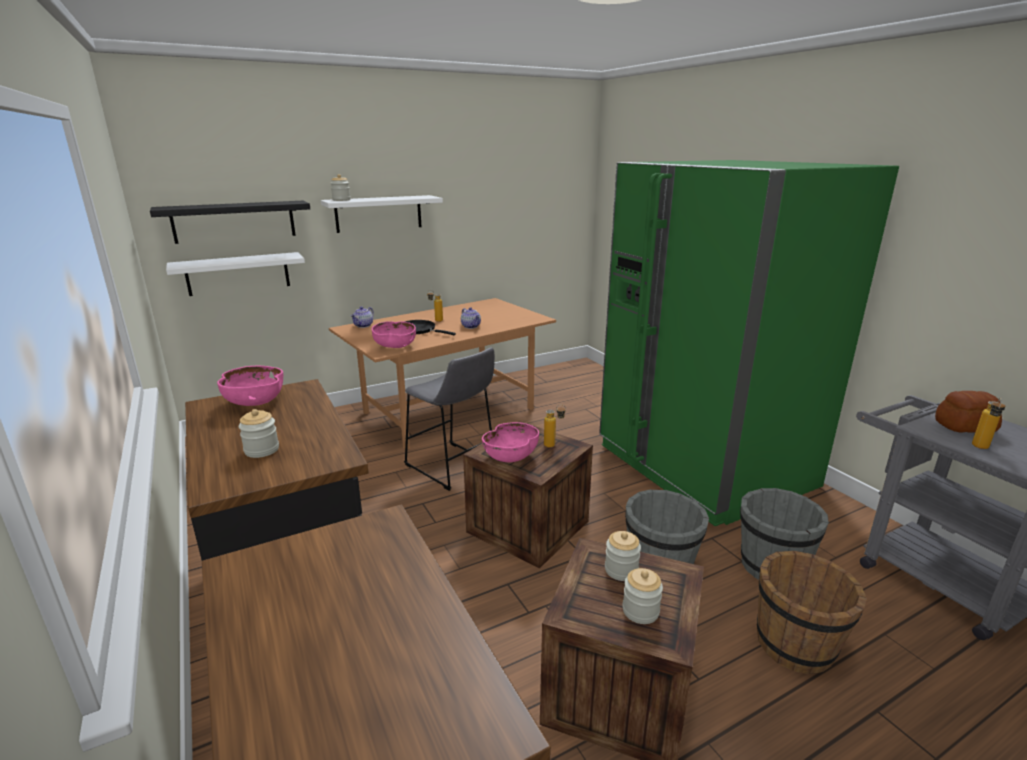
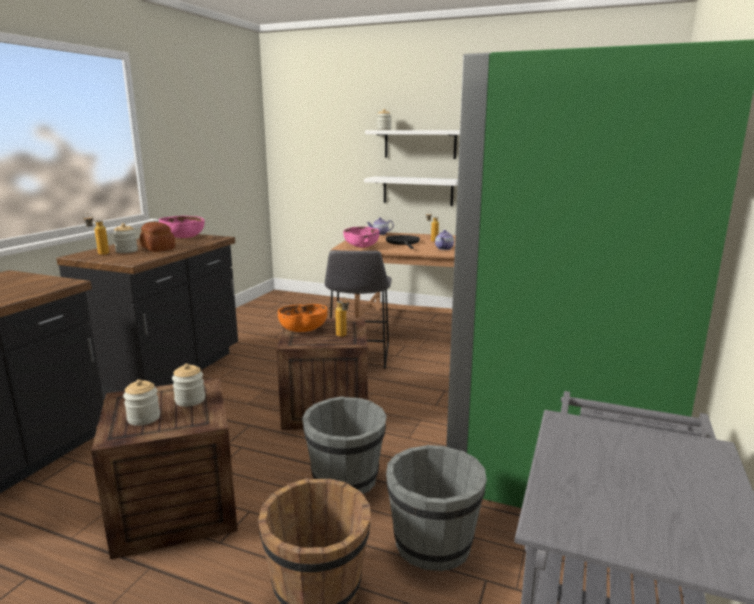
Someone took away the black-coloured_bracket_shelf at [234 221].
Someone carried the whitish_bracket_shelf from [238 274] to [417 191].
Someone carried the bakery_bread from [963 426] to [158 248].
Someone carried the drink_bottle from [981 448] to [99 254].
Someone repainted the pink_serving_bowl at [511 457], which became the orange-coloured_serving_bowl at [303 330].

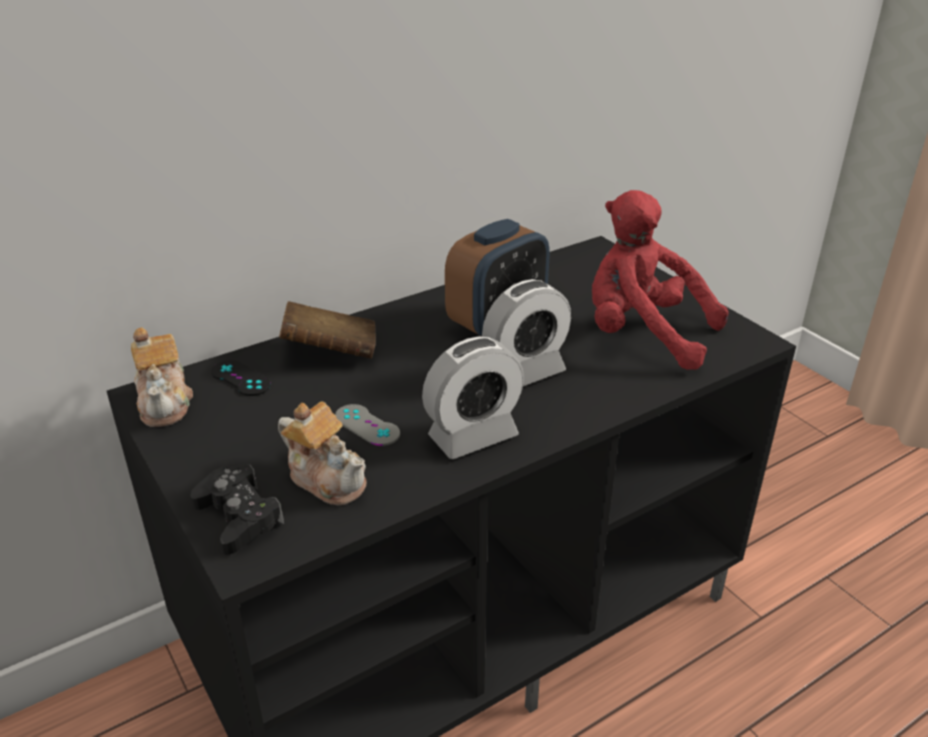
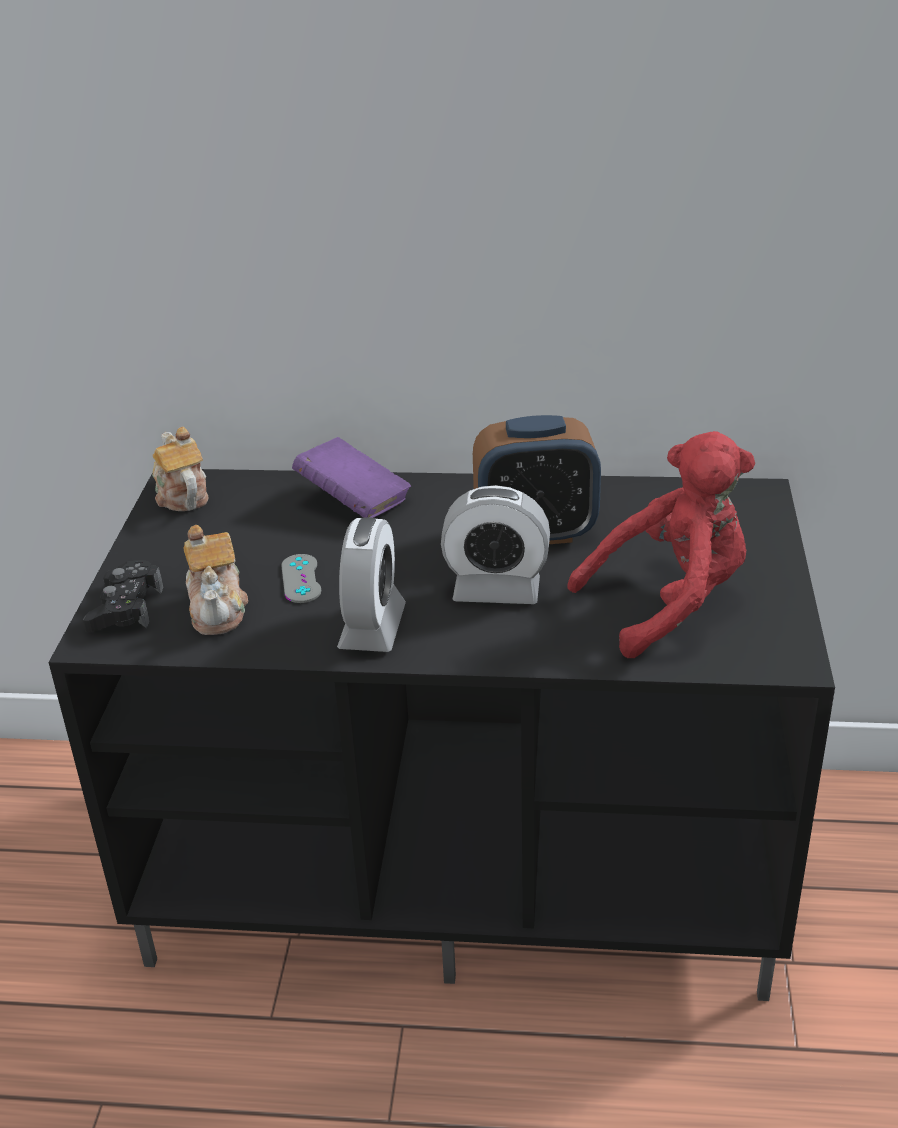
Someone took away the black-coloured_game_controller at [240 378].
Someone repainted the brown_volume at [330 352], which became the purplish_volume at [354 502].
Someone rotated the tea_pot at [165 403] by 135 degrees clockwise.
Someone rotated the alarm_clock at [473 436] by 90 degrees counterclockwise.
Someone rotated the red_cuddly_toy at [642 335] by 90 degrees clockwise.

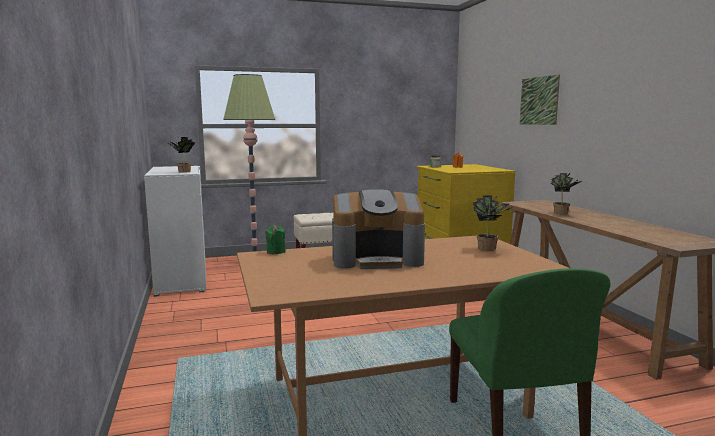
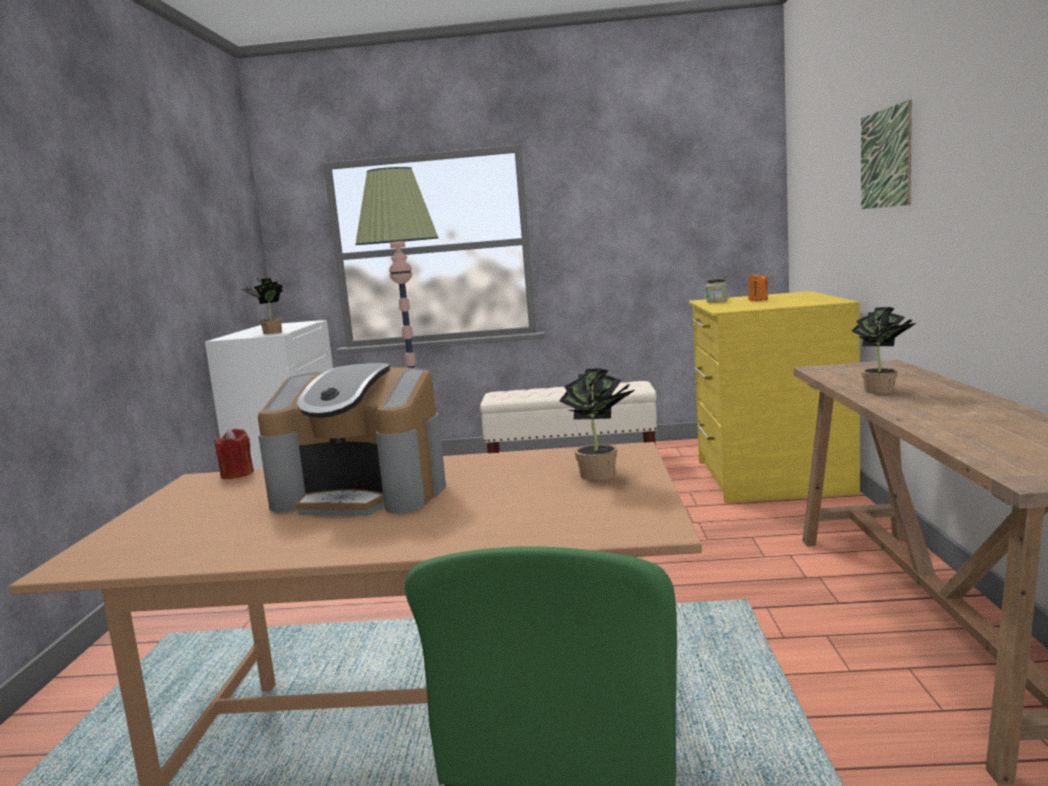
Someone repainted the greenish_wax_light at [276 252], which became the red_wax_light at [237 474].

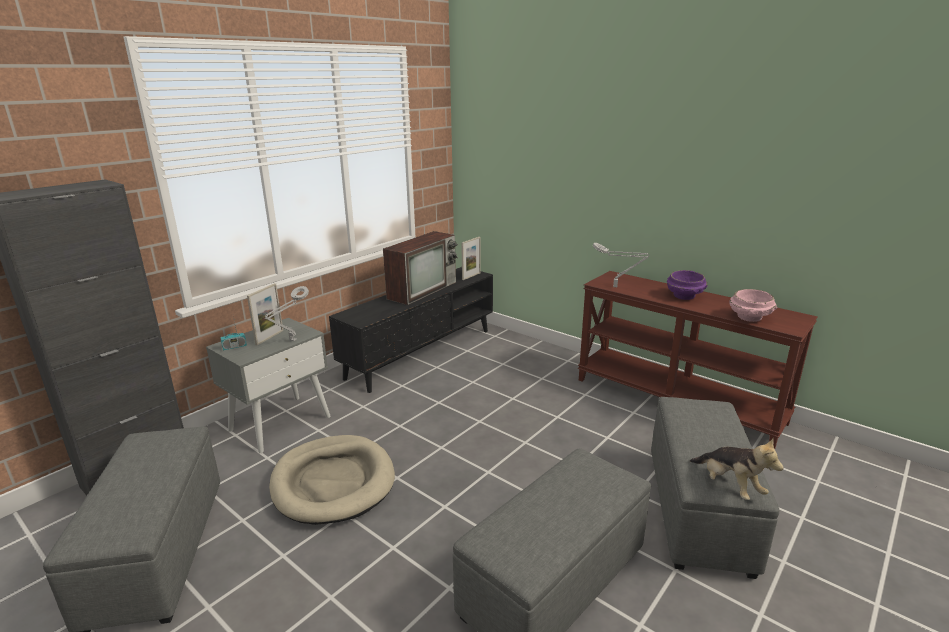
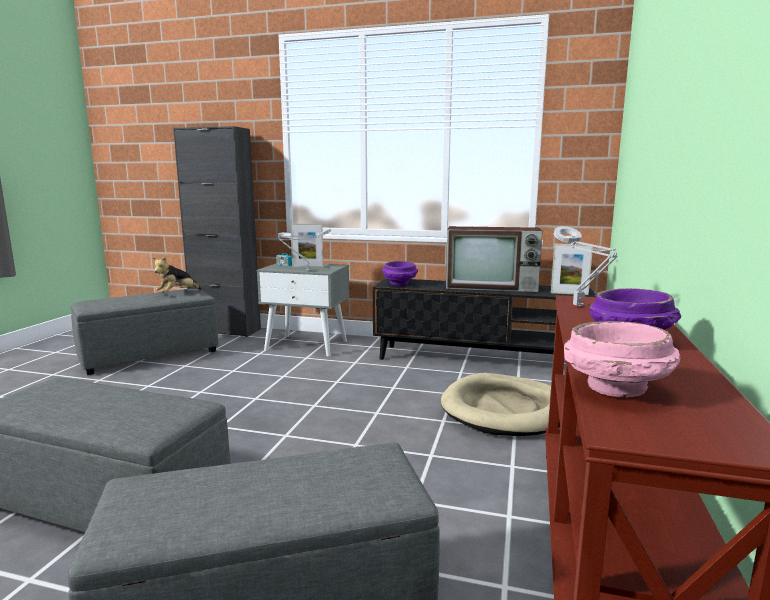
Someone put down the purplish_serving_bowl at [400 284].
Someone carried the beige-coloured_dog_bed from [333 482] to [505 410].
Someone carried the cuddly_toy from [729 486] to [177 294].

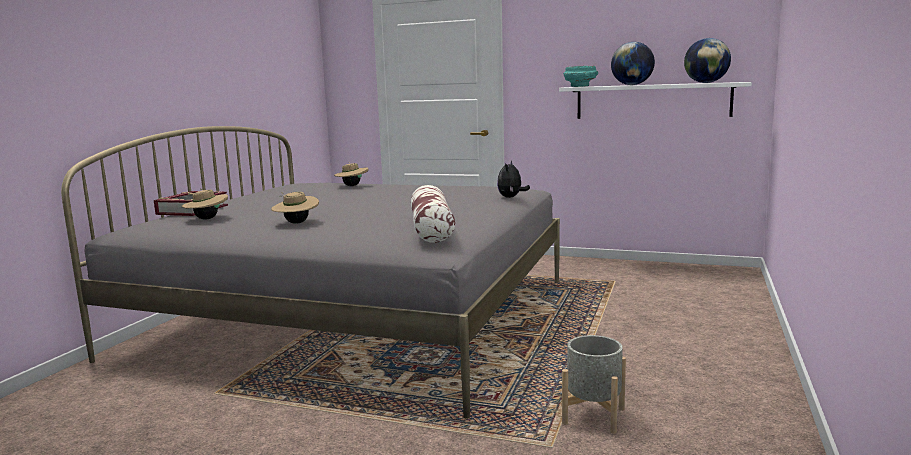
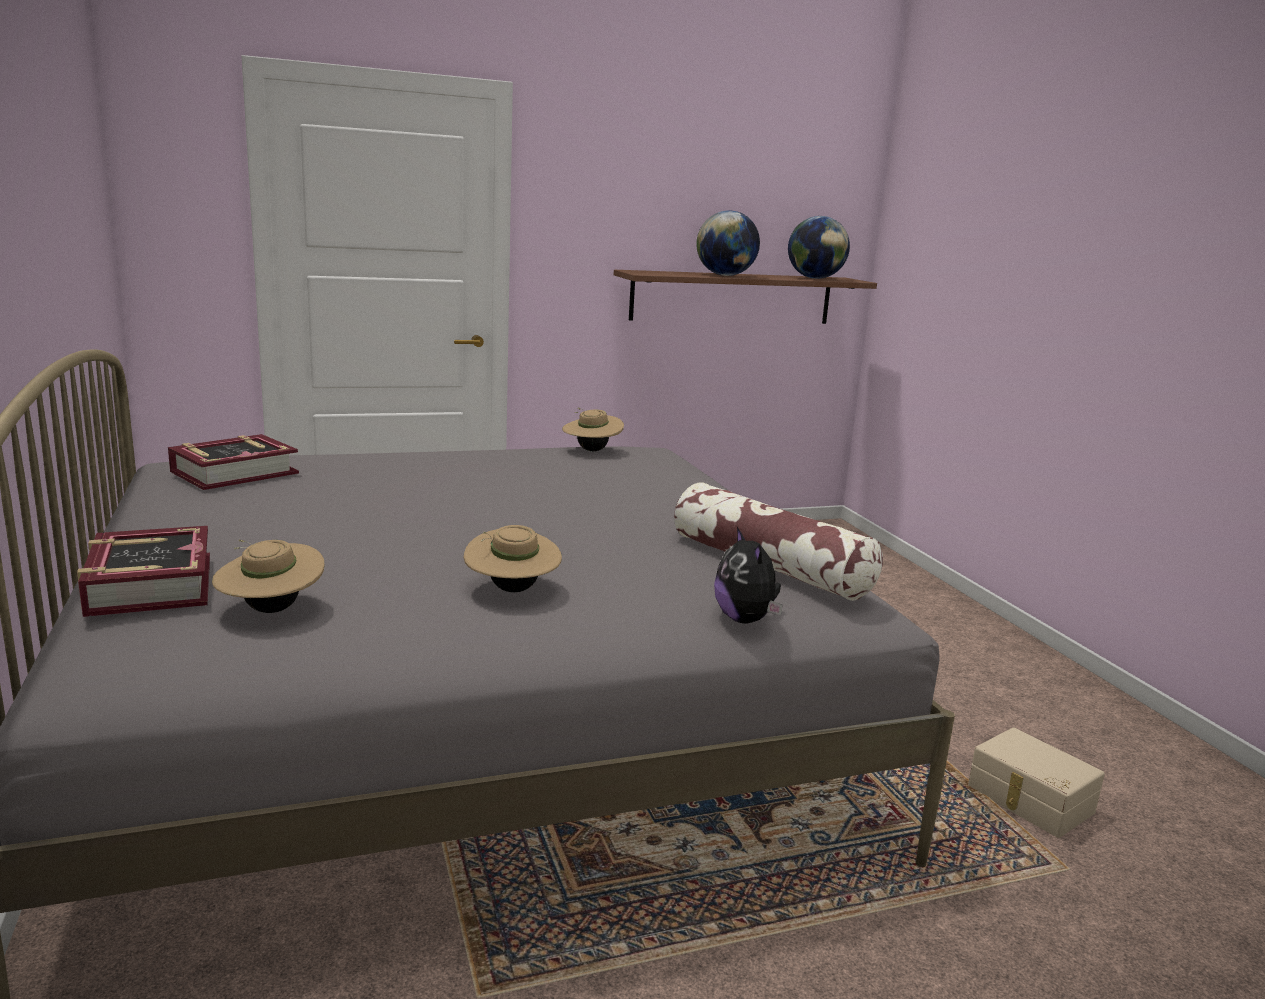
Someone took away the turquoise-coloured_serving_bowl at [580 86].
Someone put down the volume at [234 473].
Someone carried the beige-coloured_hat from [352 186] to [591 450].
Someone carried the cuddly_toy from [511 197] to [746 619].
Someone swapped the gray_planter at [593 416] for the beige-coloured_storage_box at [1029 800].
Someone repainted the whitish_bracket_shelf at [652 101], which became the brown_bracket_shelf at [732 297].

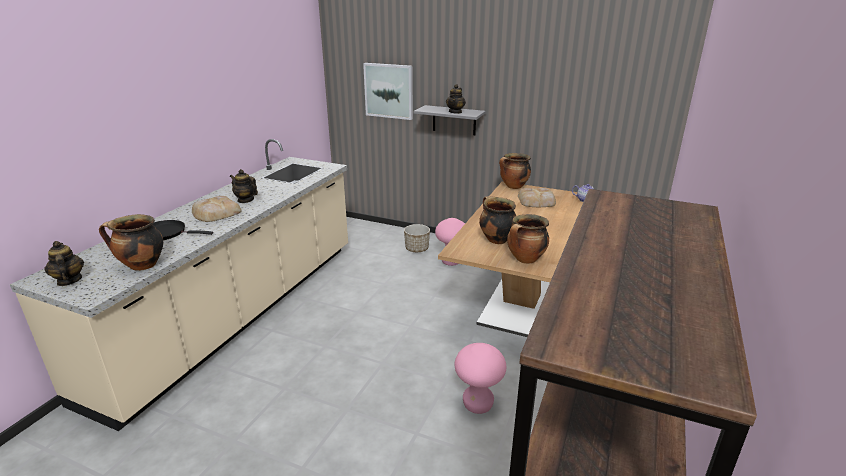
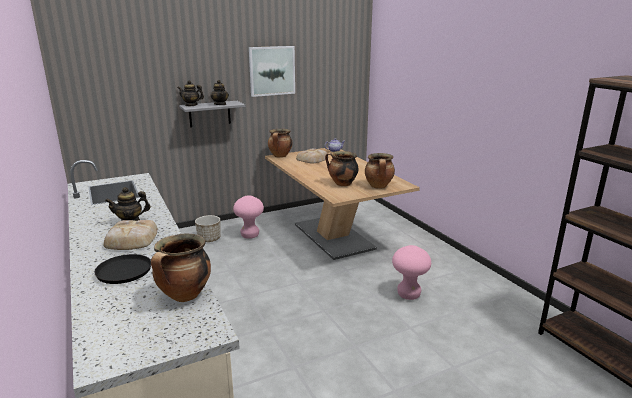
Someone carried the tea_pot from [69 280] to [191 105].
Someone carried the wall_picture from [389 91] to [272 71].

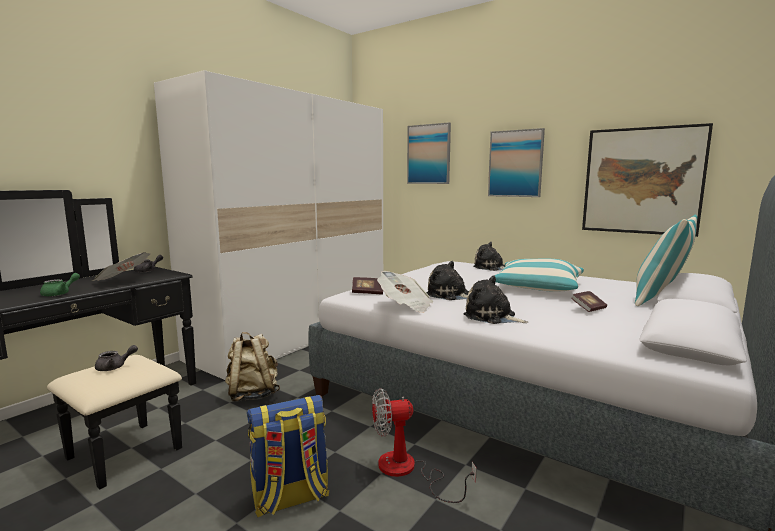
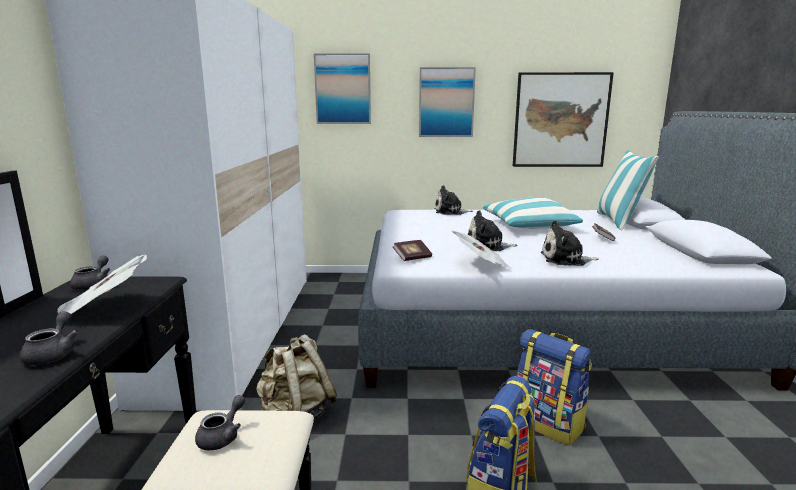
Someone swapped the cooling_fan at [407 471] for the rucksack at [548 423].
Someone repainted the greenish_tea_pot at [60 293], which became the gray_tea_pot at [53 354].

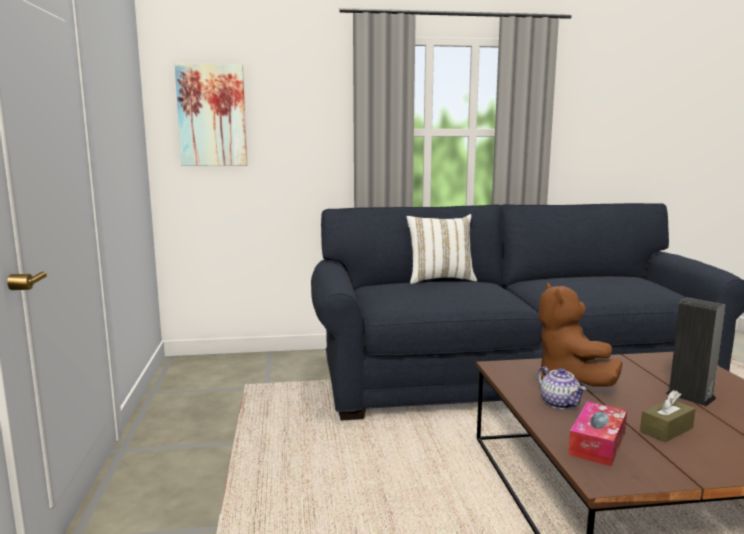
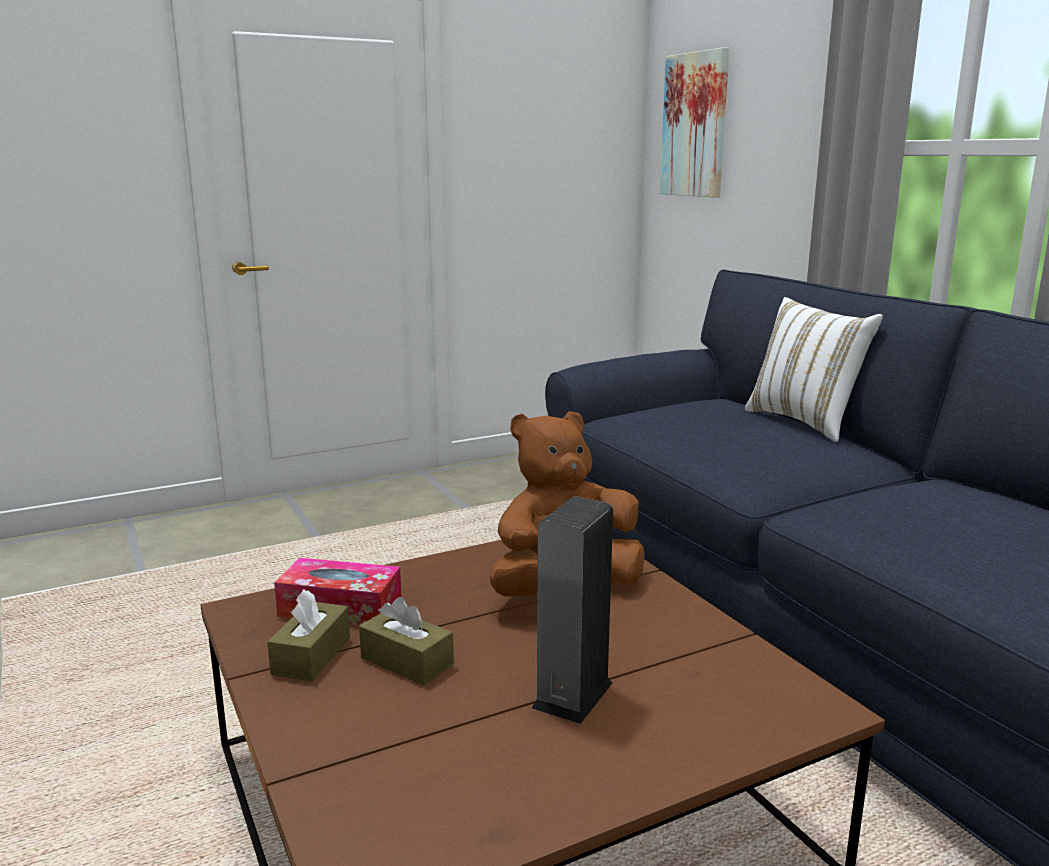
Someone took away the tea_pot at [560 403].
Someone put down the brown_tissue_holder at [311 655].

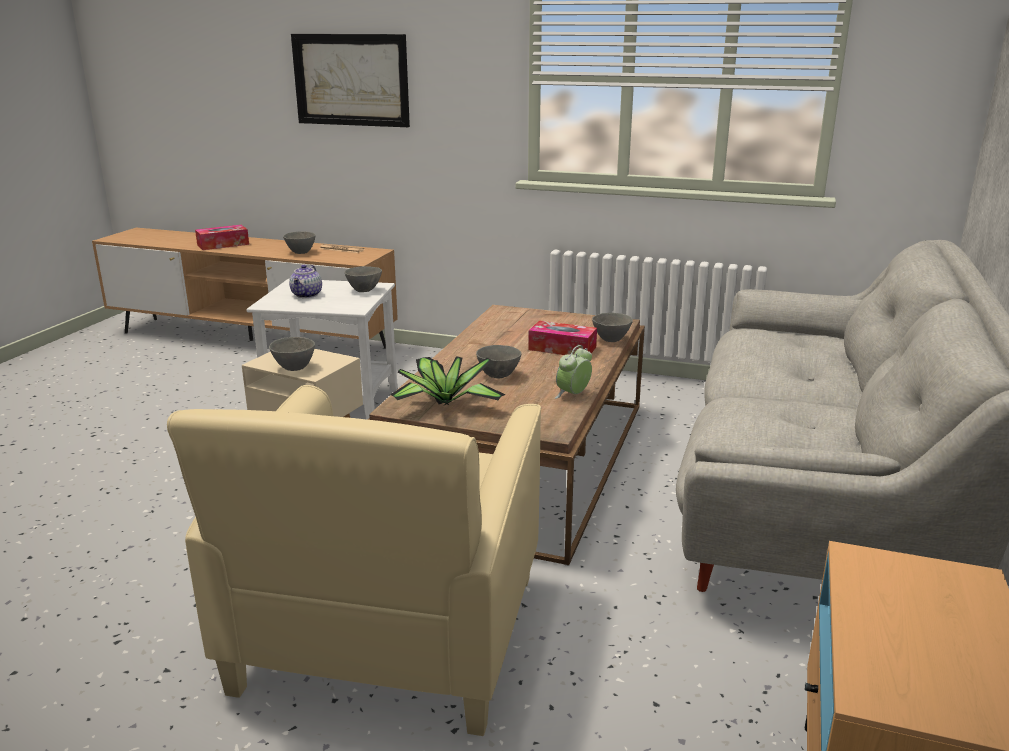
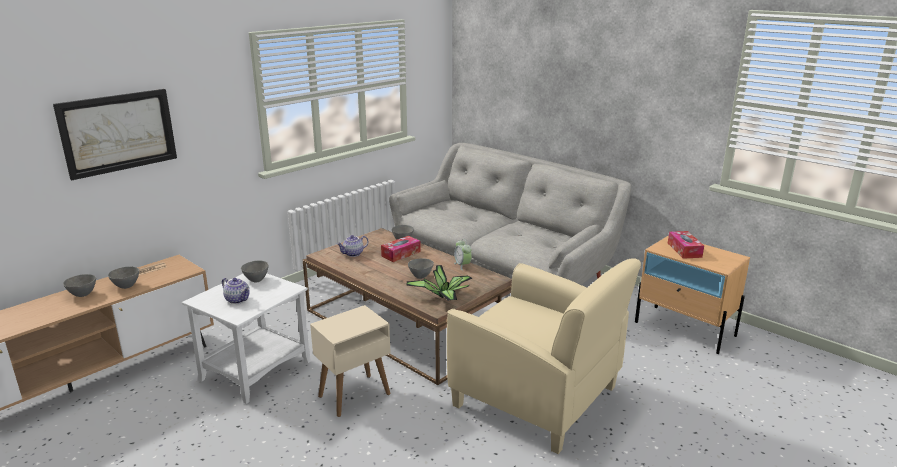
Someone put down the tea_pot at [353 254].
Someone carried the tissue_holder from [223 244] to [684 250].
Someone carried the gray_serving_bowl from [293 368] to [82 295].

